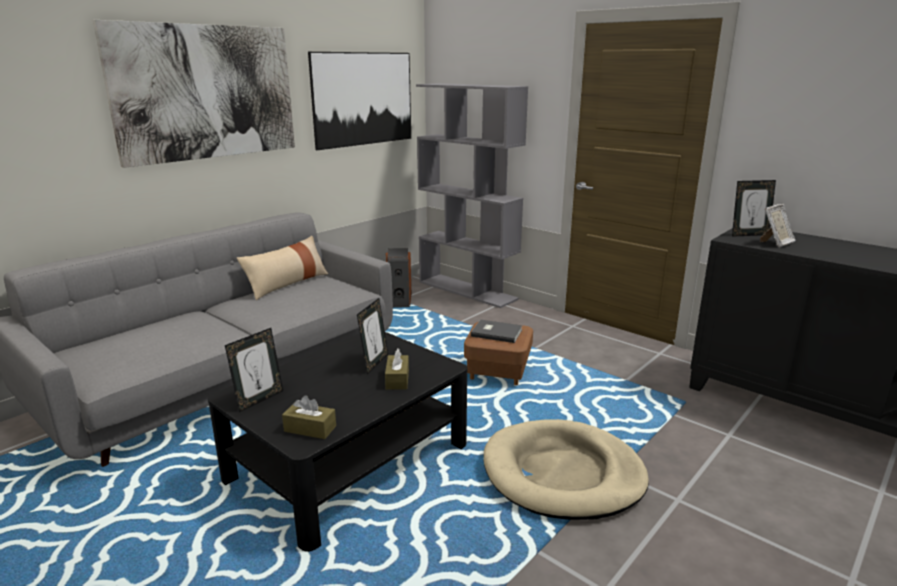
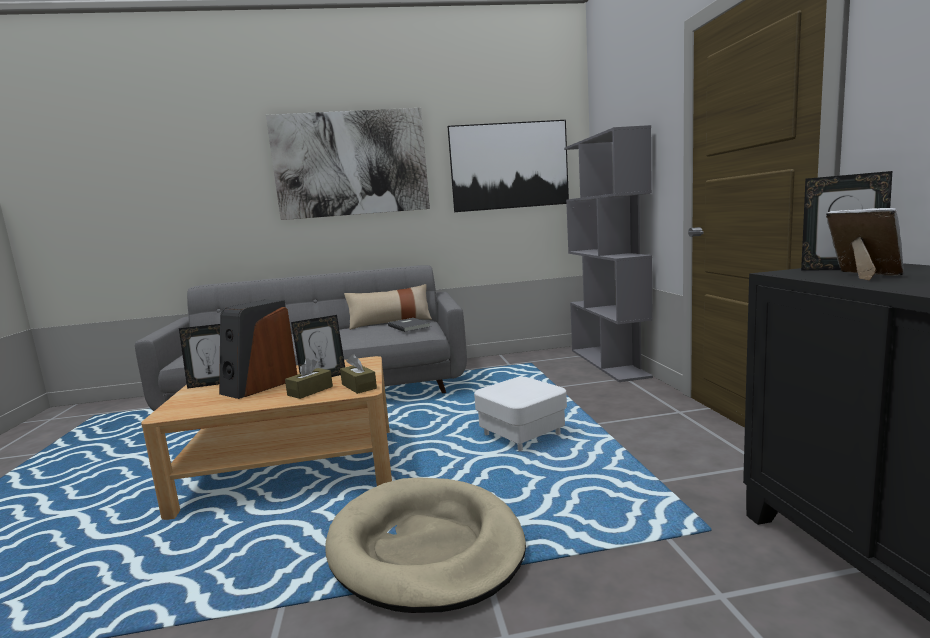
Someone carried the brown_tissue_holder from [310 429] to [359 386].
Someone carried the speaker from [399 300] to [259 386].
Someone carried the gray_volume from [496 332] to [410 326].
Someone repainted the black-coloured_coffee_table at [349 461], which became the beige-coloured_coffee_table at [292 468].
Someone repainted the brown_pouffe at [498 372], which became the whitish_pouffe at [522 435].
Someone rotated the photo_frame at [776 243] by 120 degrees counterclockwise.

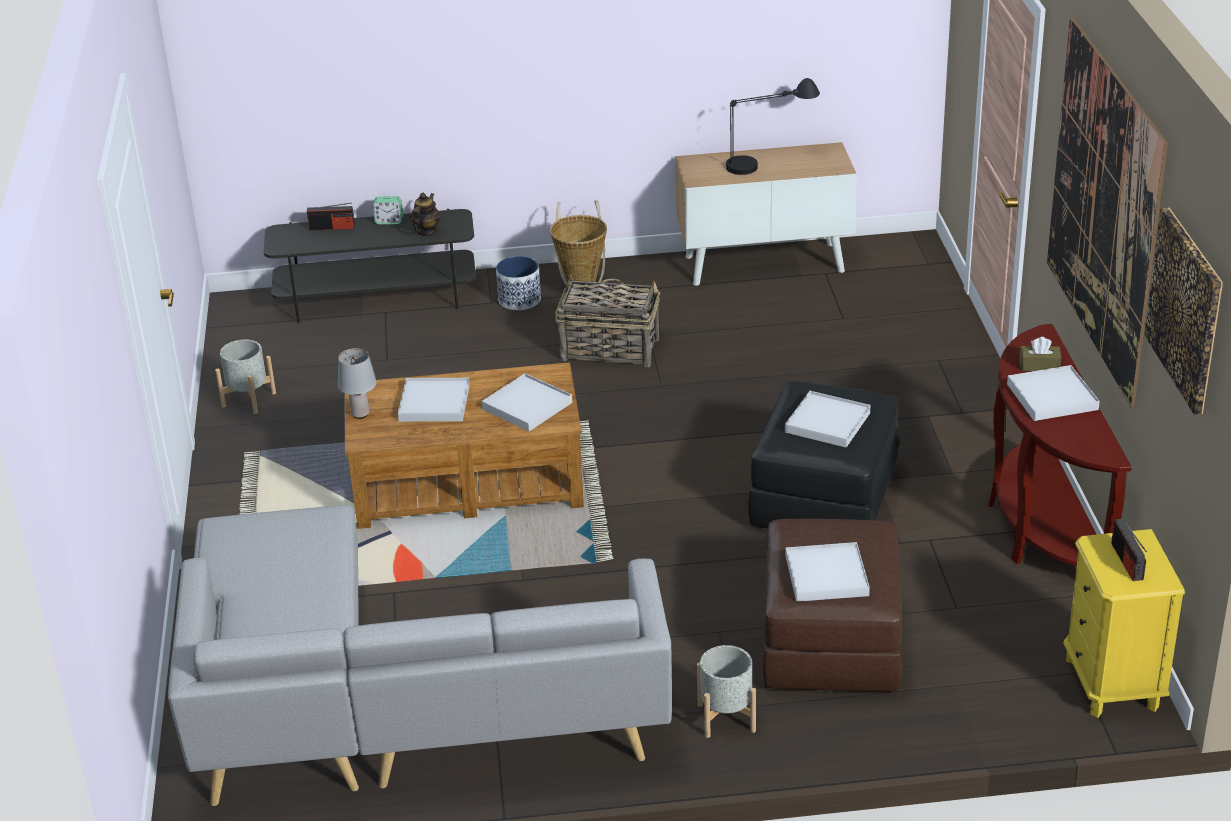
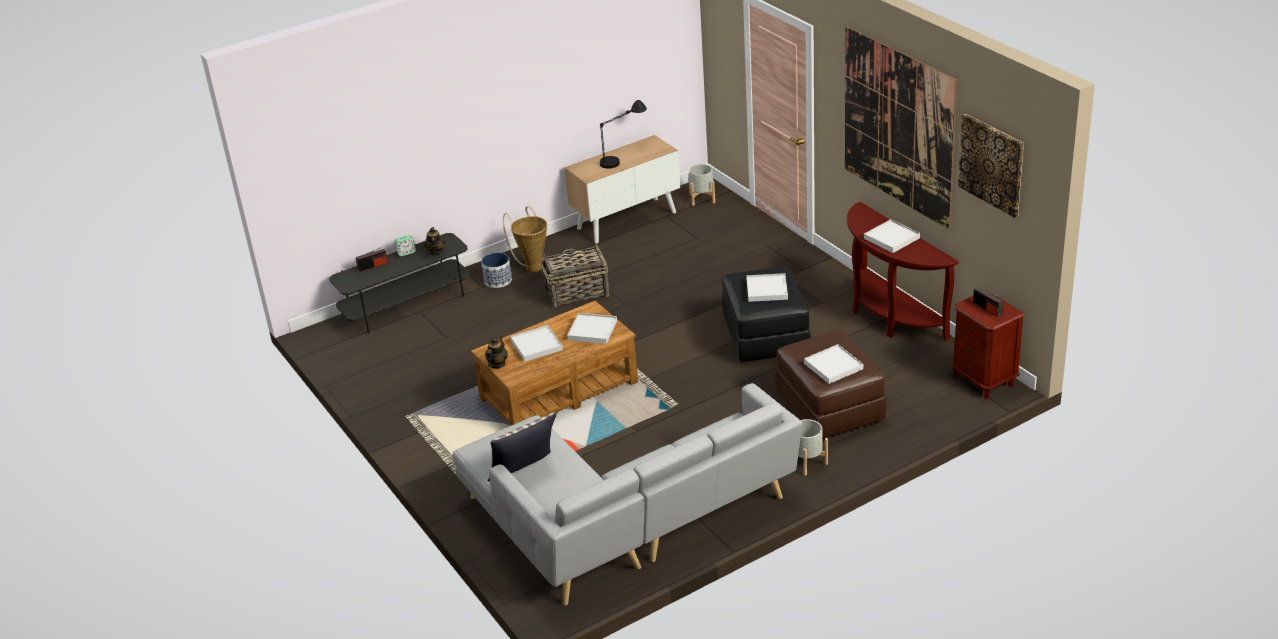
Someone took away the brown_tissue_holder at [1039 365].
Someone put down the throw_pillow at [525 473].
Someone carried the gray_planter from [248 400] to [702 199].
Someone swapped the gray_table_lamp at [360 414] for the tea_pot at [497 364].
Someone repainted the yellow-coloured_night_table at [1112 684], which became the brown_night_table at [983 380].

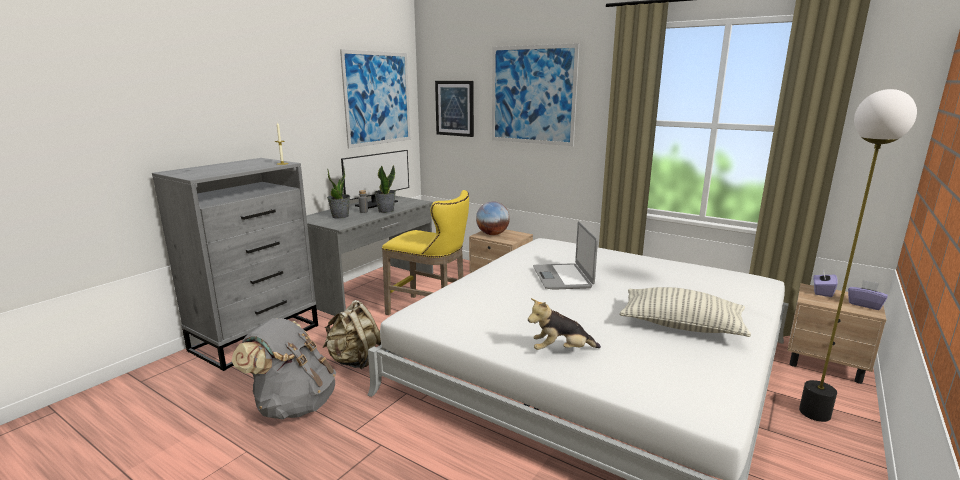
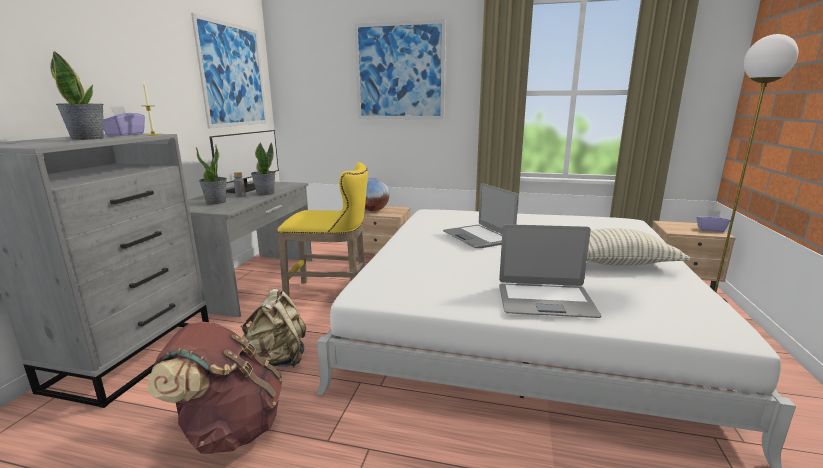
Someone took away the wall_picture at [455 108].
Someone put down the houseplant at [88 138].
Someone carried the purplish_tissue_holder from [822 292] to [125 135].
Someone swapped the cuddly_toy at [561 350] for the notebook_computer at [545 301].
Someone repainted the gray_rucksack at [293 405], which became the brown_rucksack at [229 429].

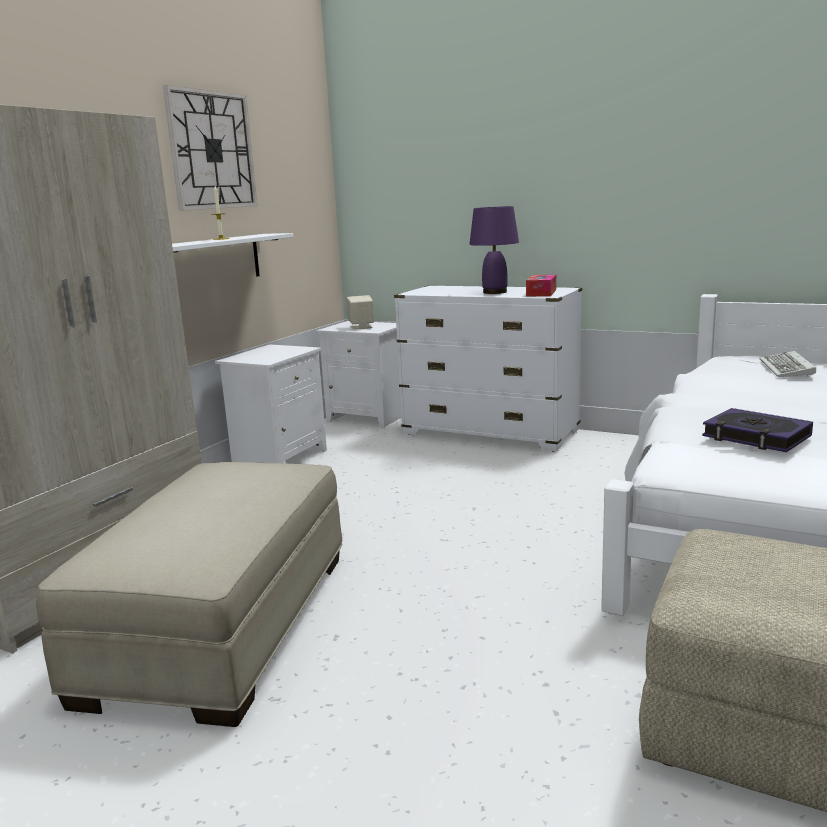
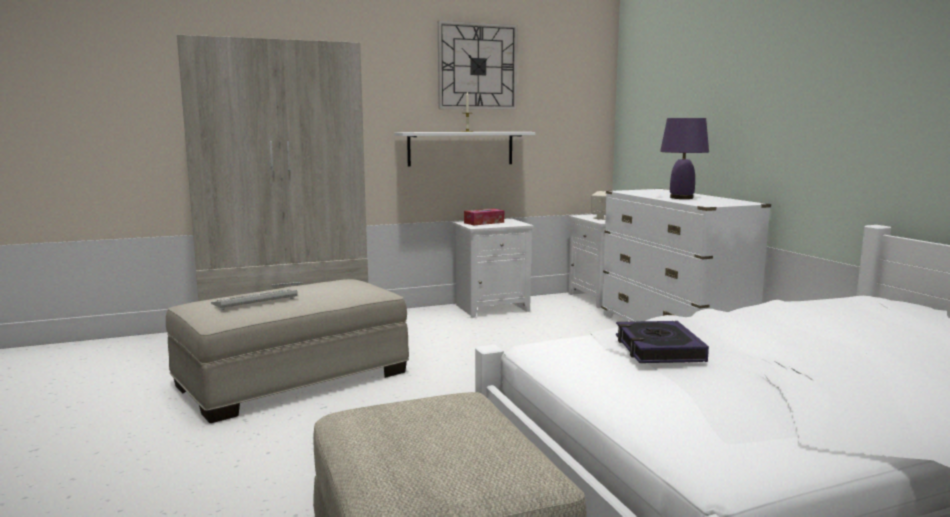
Someone carried the tissue_holder from [541 293] to [484 222].
Someone carried the computer_keyboard from [788 369] to [253 302].

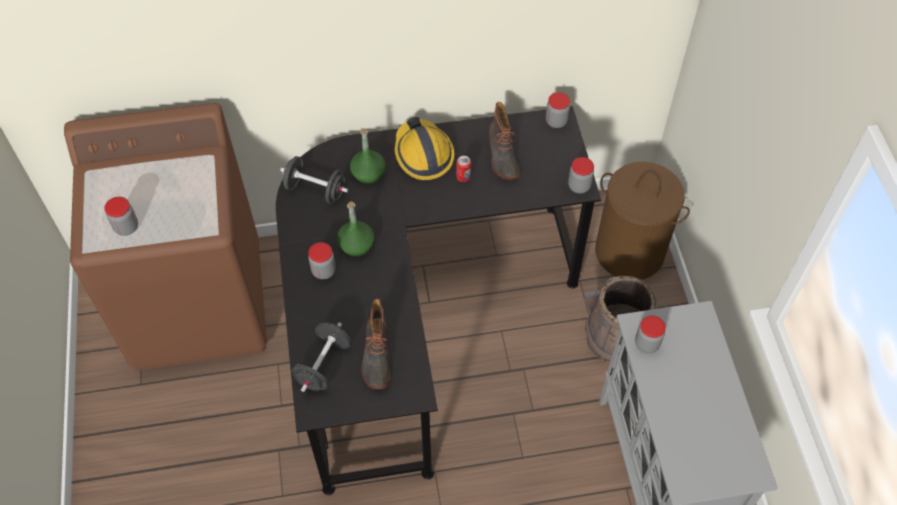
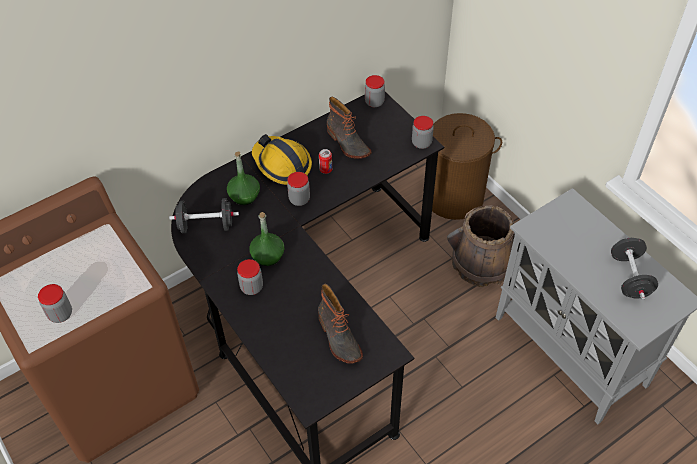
Someone carried the black-coloured_dumbbell from [323 365] to [629 277].
Someone carried the jar from [646 344] to [299 199].

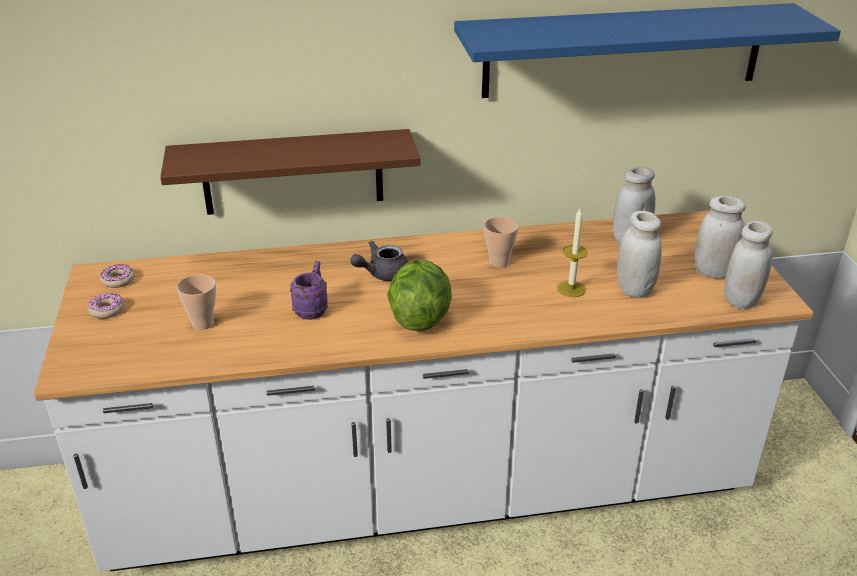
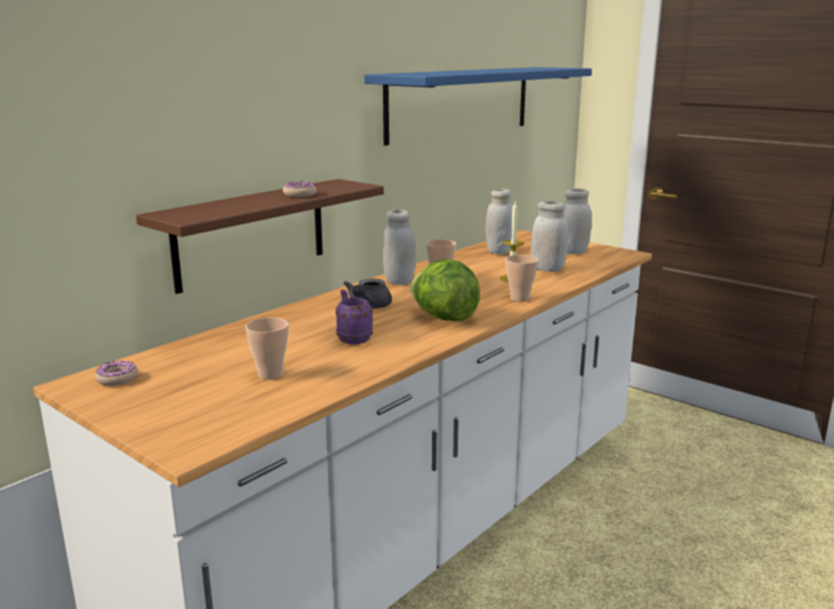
Someone put down the small_cup at [520 298].
Someone carried the doughnut from [106 310] to [300 194].
Someone carried the whitish_jar from [741 300] to [399 281].

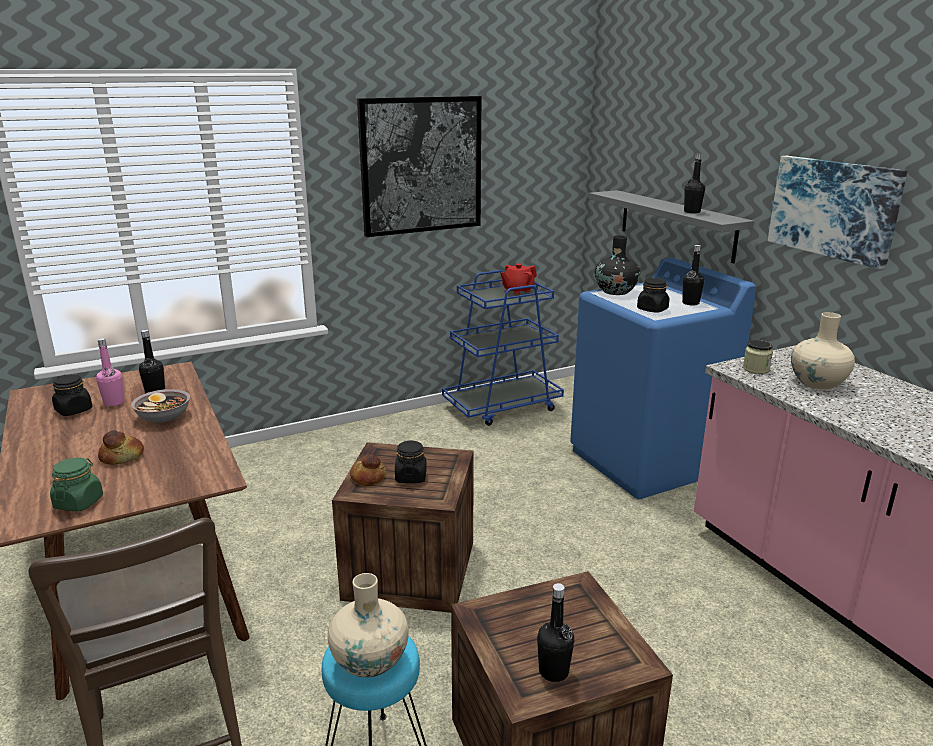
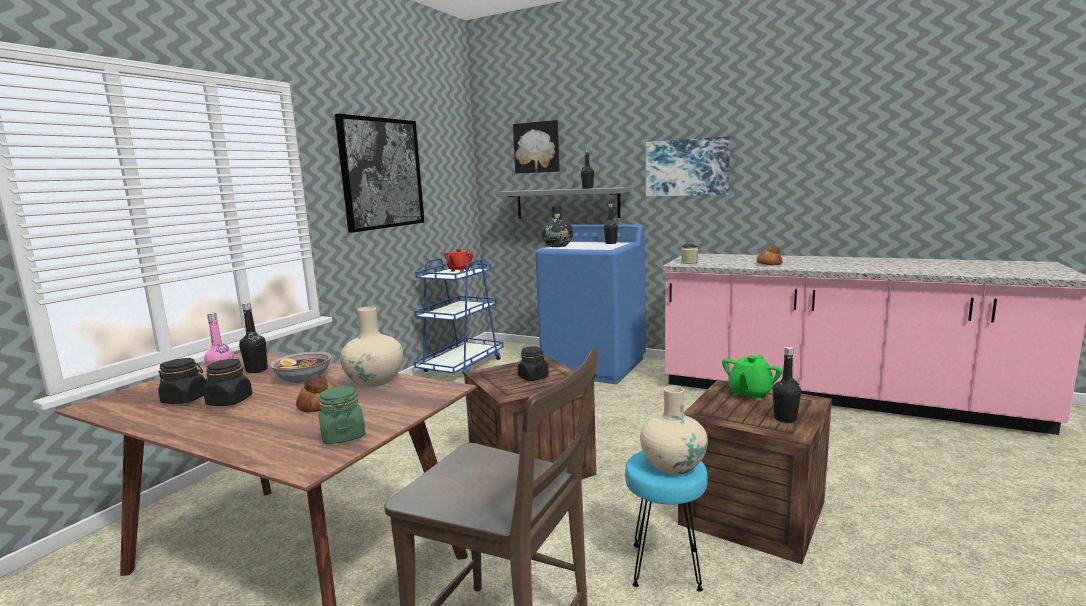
Someone put up the wall_picture at [537 147].
Someone put down the greenish_tea_pot at [750 393].
Someone carried the bakery_bread from [368 477] to [769 264].
Someone carried the black-coloured_jar from [652 309] to [229 401].
Someone carried the beige-coloured_flower_vase from [817 383] to [375 381].

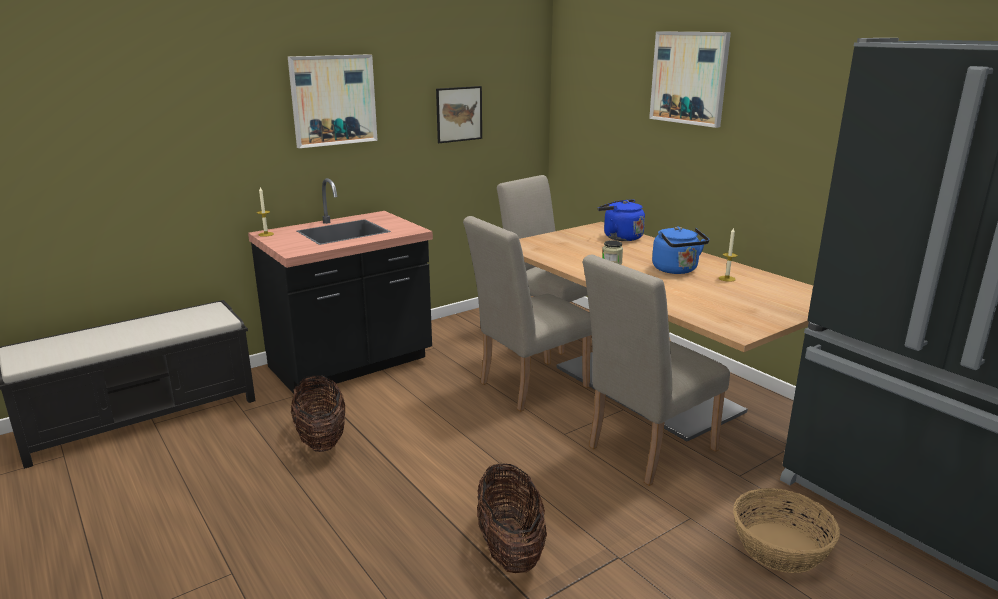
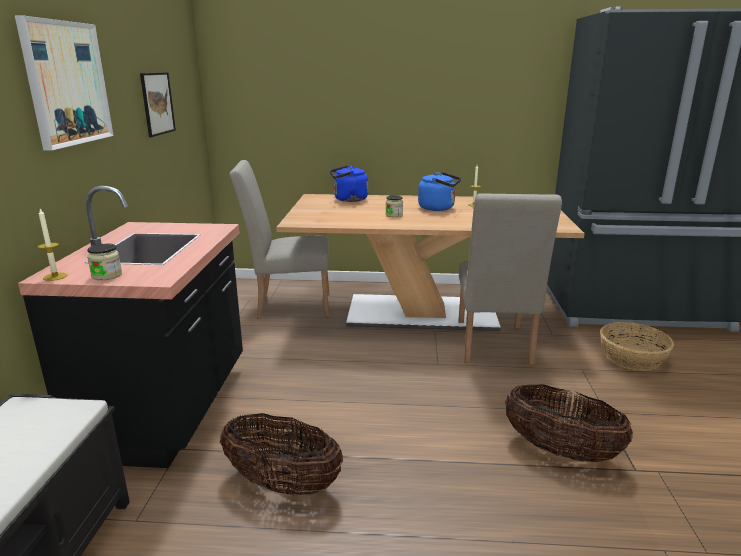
Someone took away the beige-coloured_plain_chair at [526 386].
Someone took away the wall_picture at [689 78].
Someone put down the jar at [107 275].

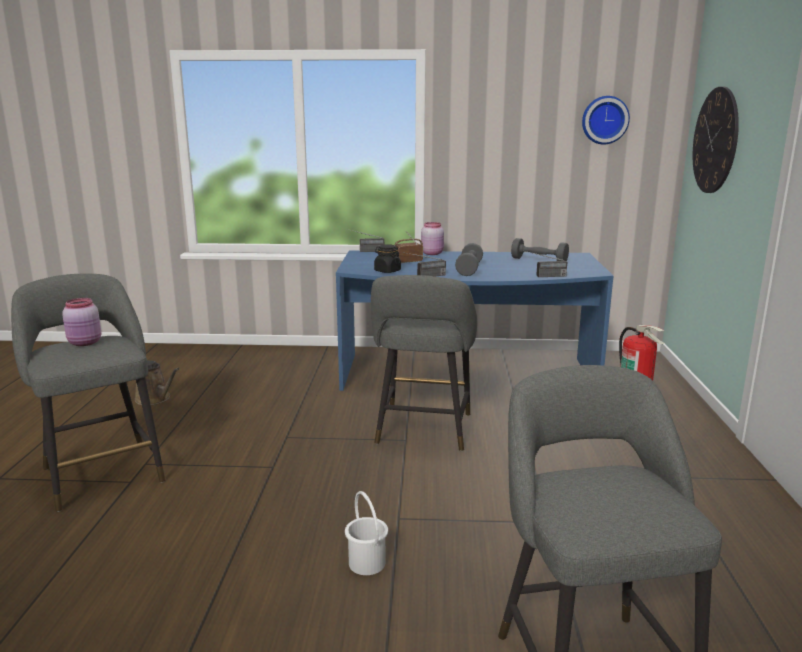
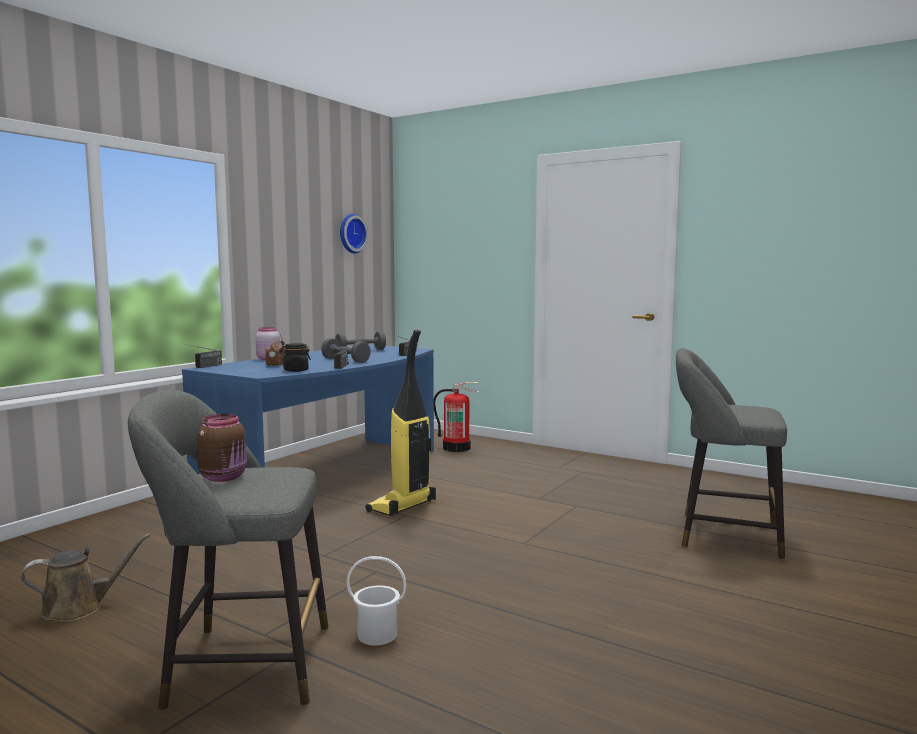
Someone took away the clock_on_the_wall at [715 140].
Someone carried the whitish_water_bucket from [366 563] to [377 635].
Someone swapped the gray_stool_seat at [423 431] for the vacuum at [402 506].
Someone repainted the pink_jar at [85 343], which became the brown_jar at [225 477].

